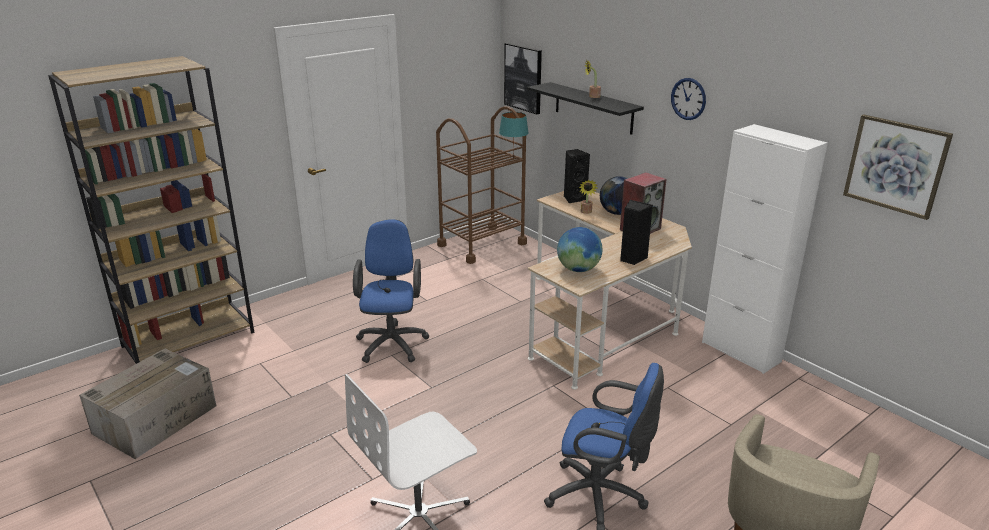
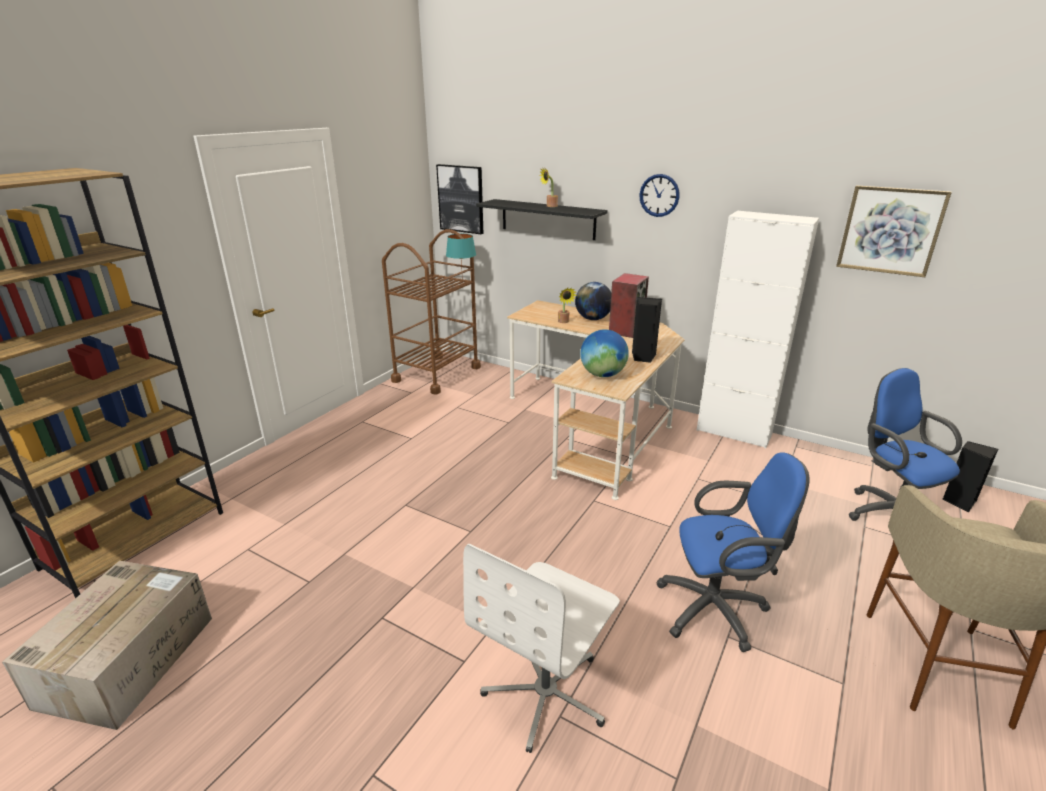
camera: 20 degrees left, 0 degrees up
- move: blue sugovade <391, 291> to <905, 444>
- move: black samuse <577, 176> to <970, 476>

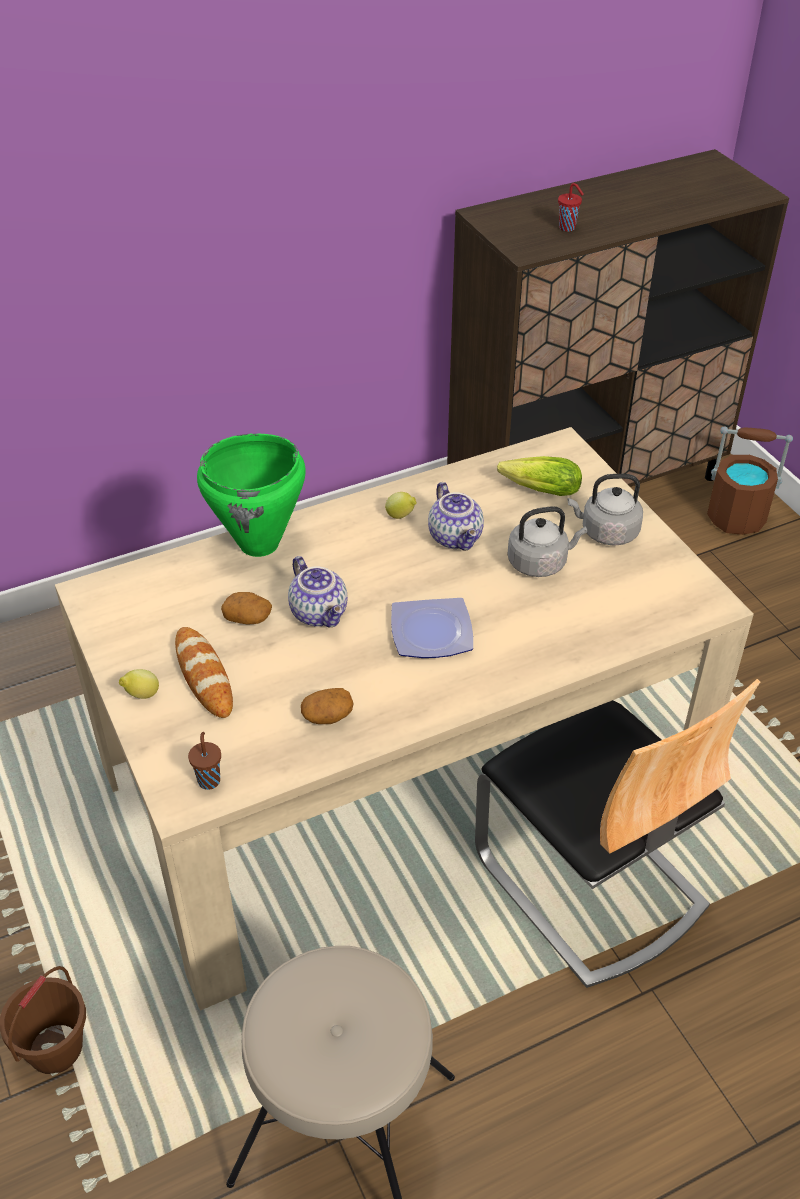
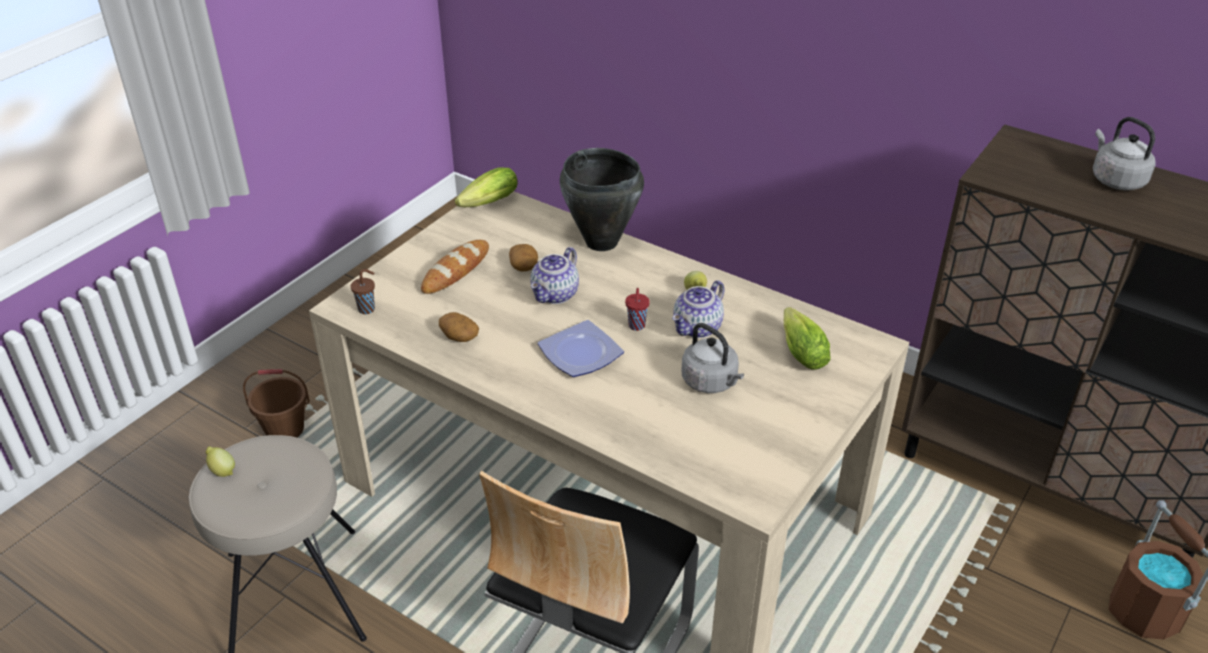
camera: 60 degrees right, 5 degrees down
- move: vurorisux <139, 684> to <220, 461>
- recolor: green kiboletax <251, 495> to black kiboletax <602, 199>
- move: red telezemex <571, 207> to <637, 309>
- move: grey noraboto <605, 510> to <1124, 153>
- insert: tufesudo <486, 187>

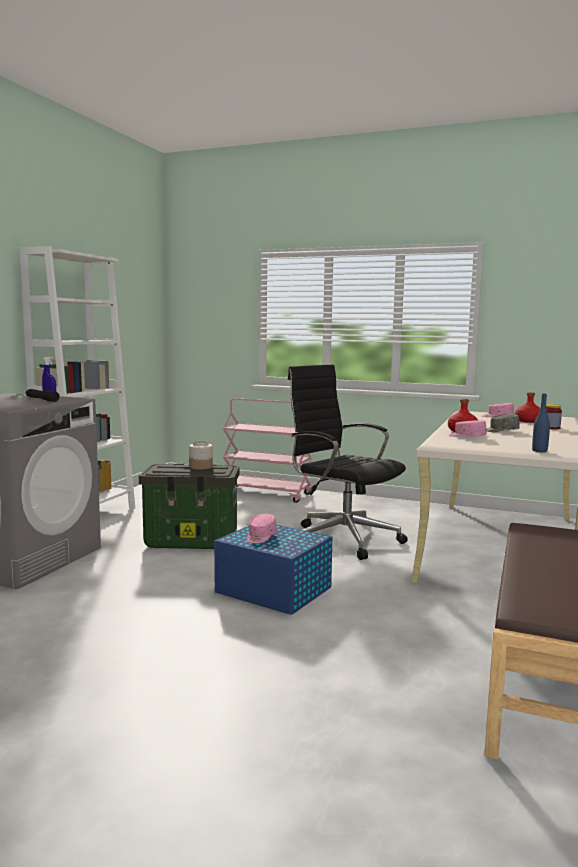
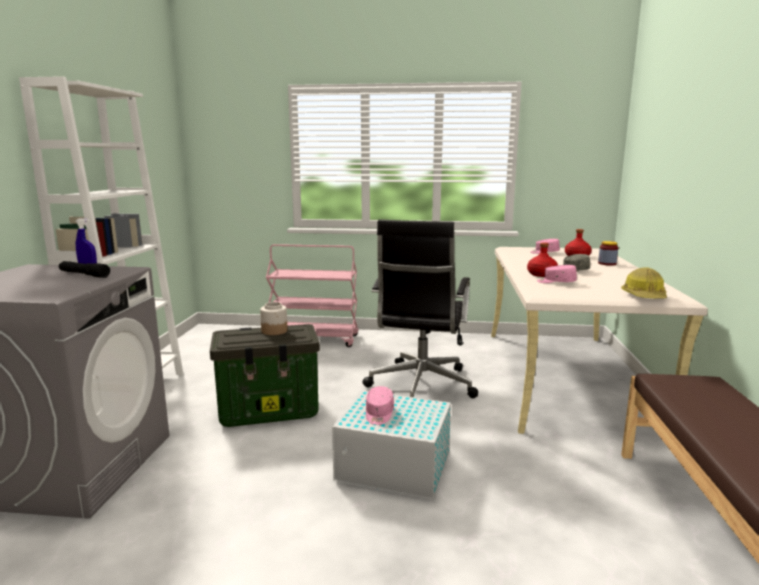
camera: 15 degrees left, 5 degrees up
- recolor: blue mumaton <273, 570> to white mumaton <391, 445>
- rotate: black sugovade <348, 462> = <420, 308> 105 degrees counterclockwise
- replace: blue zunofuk <541, 423> to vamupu <644, 282>

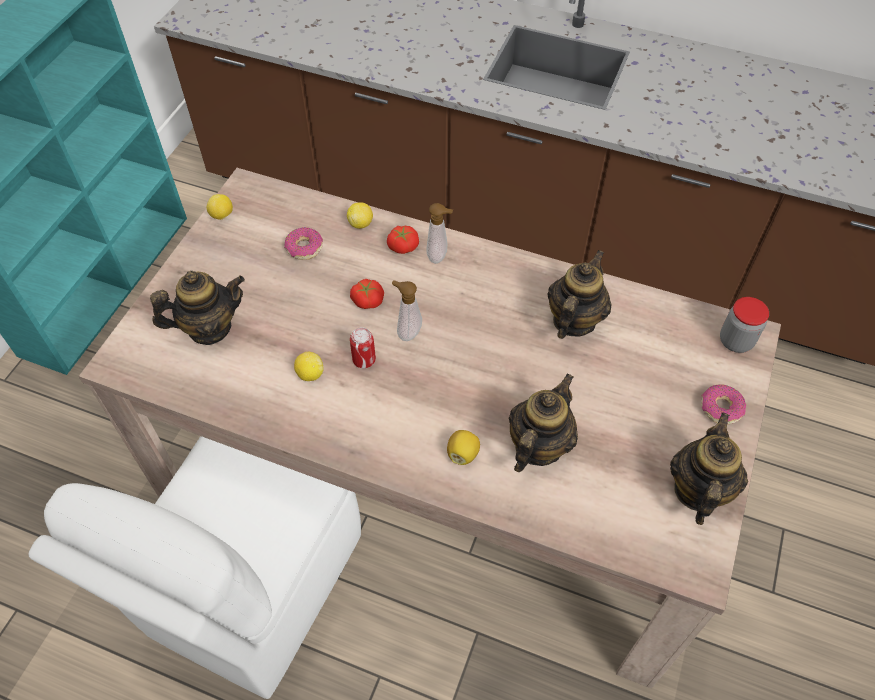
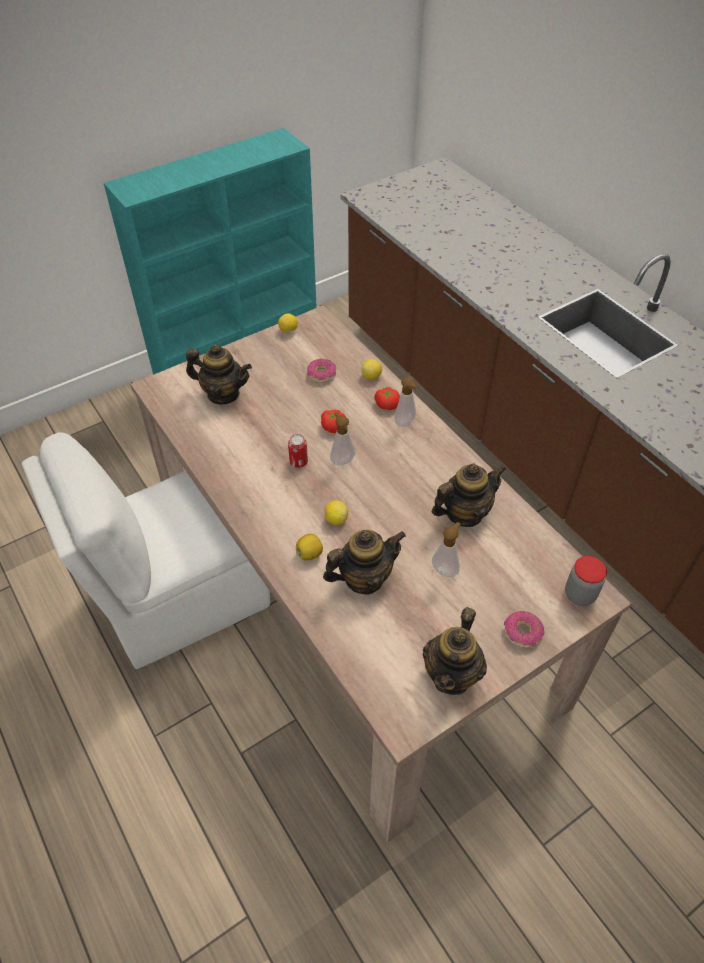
camera: 35 degrees right, 5 degrees down
- move: vurorisux <309, 366> to <336, 512>
- rotate: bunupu <709, 468> = <455, 651> 150 degrees clockwise
- insert: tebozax <446, 549>

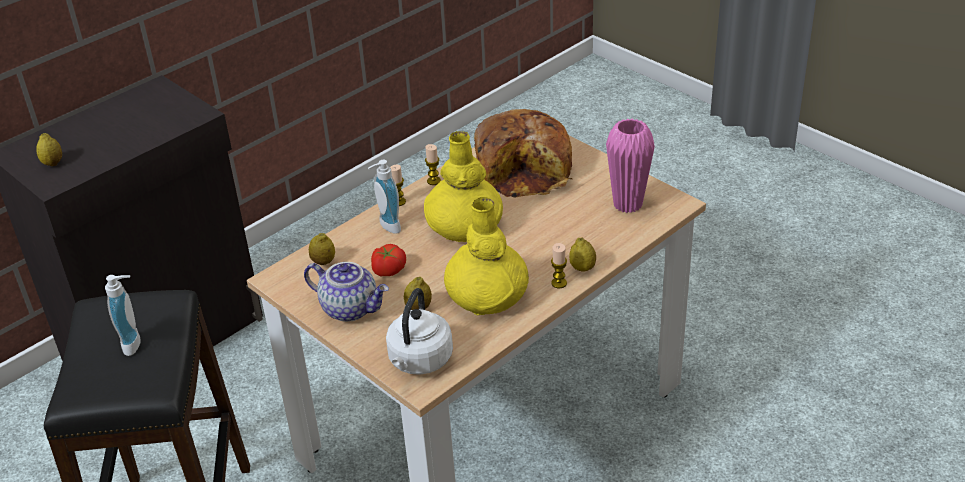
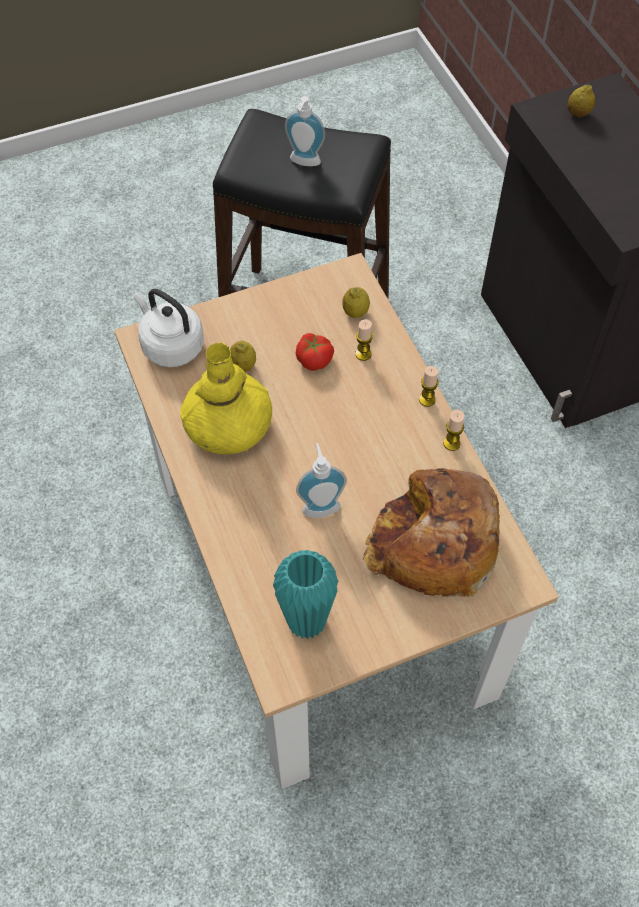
camera: 110 degrees right, 20 degrees up
- delete: bunupu <346, 292>
- move: tebozax <384, 197> to <321, 480>
- delete: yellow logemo <463, 186>
- move: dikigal <559, 265> to <364, 340>
- delete: vurorisux <582, 255>
- recolor: pink logemo <630, 165> to turquoise logemo <305, 594>

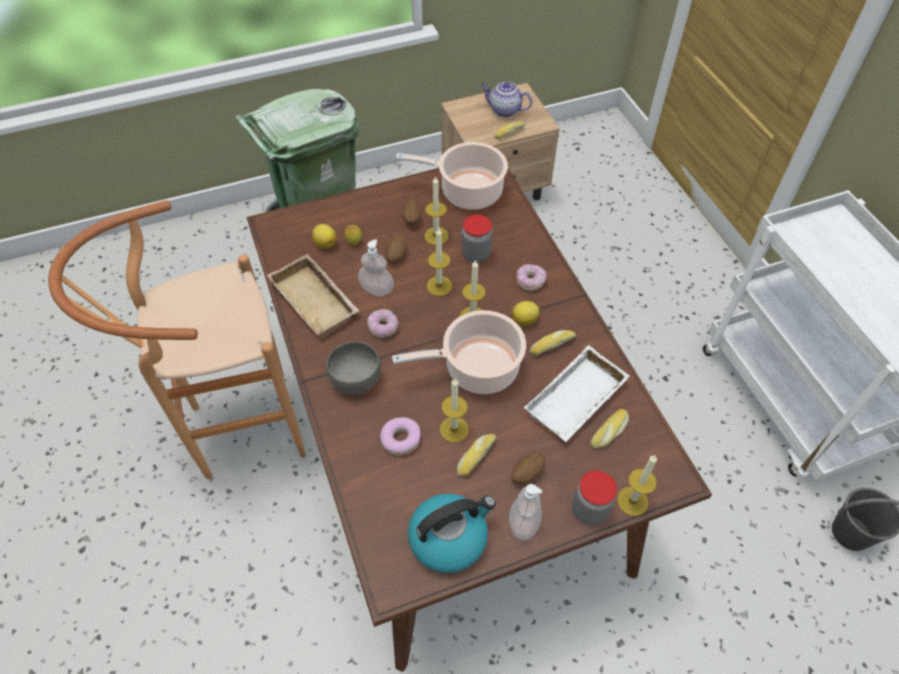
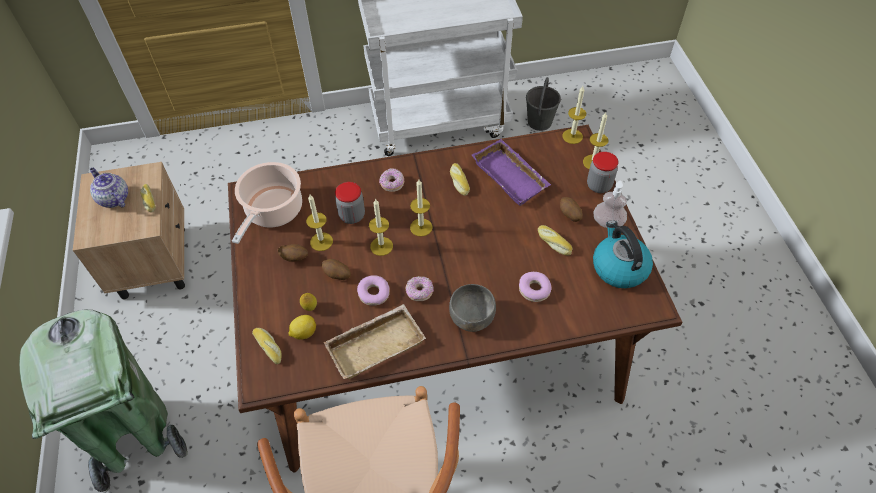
camera: 80 degrees left, 0 degrees up
- replace: tebozax <376, 267> to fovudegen <373, 290>
- delete: kiboletax <459, 352>
- move: dikigal <454, 410> to <574, 115>
- rotate: bunupu <506, 99> = <109, 188> 105 degrees clockwise
- delete: vurorisux <526, 313>
- recolor: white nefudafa <577, 393> to purple nefudafa <511, 172>
- move: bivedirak <609, 429> to <267, 346>

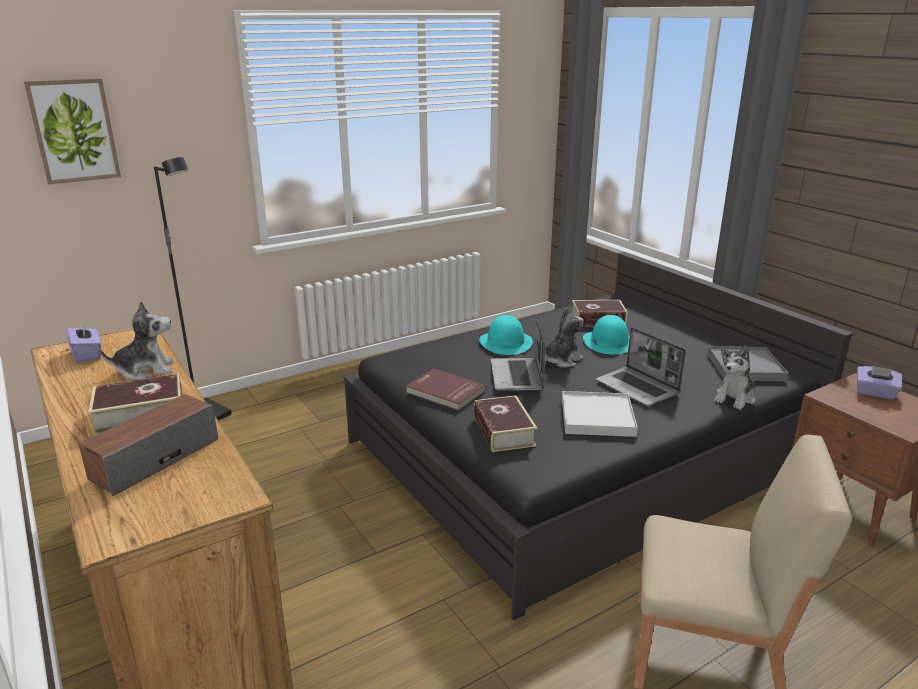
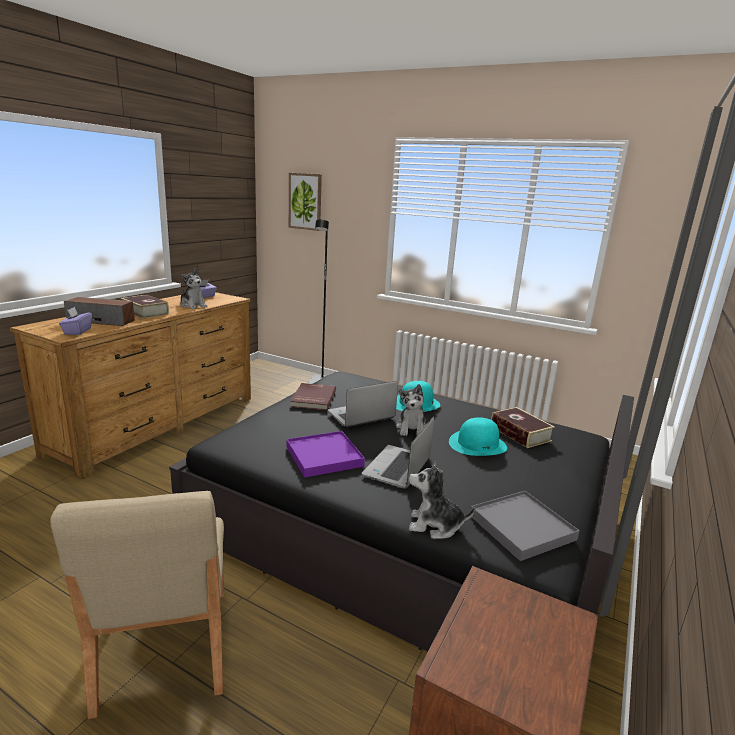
camera: 60 degrees right, 5 degrees down
- delete: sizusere <505, 423>
- rotate: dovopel <564, 337> = <411, 410> 75 degrees clockwise
- recolor: white nefudafa <600, 414> to purple nefudafa <325, 454>
- move: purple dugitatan <879, 383> to <75, 321>

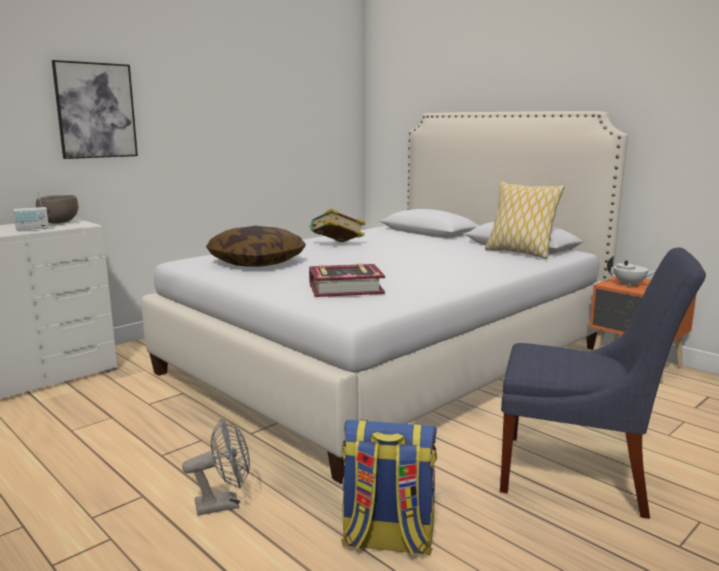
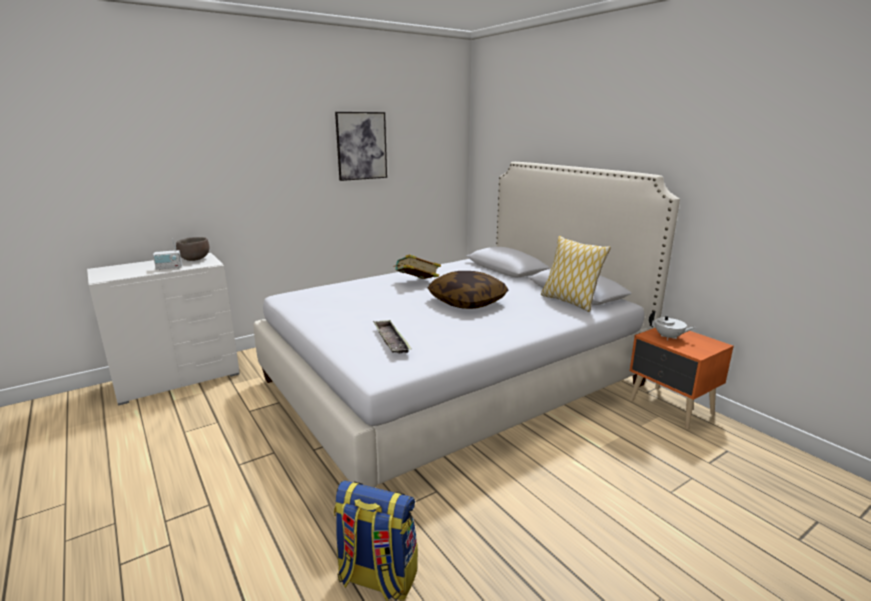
camera: 10 degrees right, 5 degrees up
- move: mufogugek <95, 109> to <361, 146>
- delete: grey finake <216, 467>
- move: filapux <256, 246> to <468, 290>
- replace: sizusere <347, 280> to nefudafa <392, 336>
- delete: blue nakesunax <603, 383>

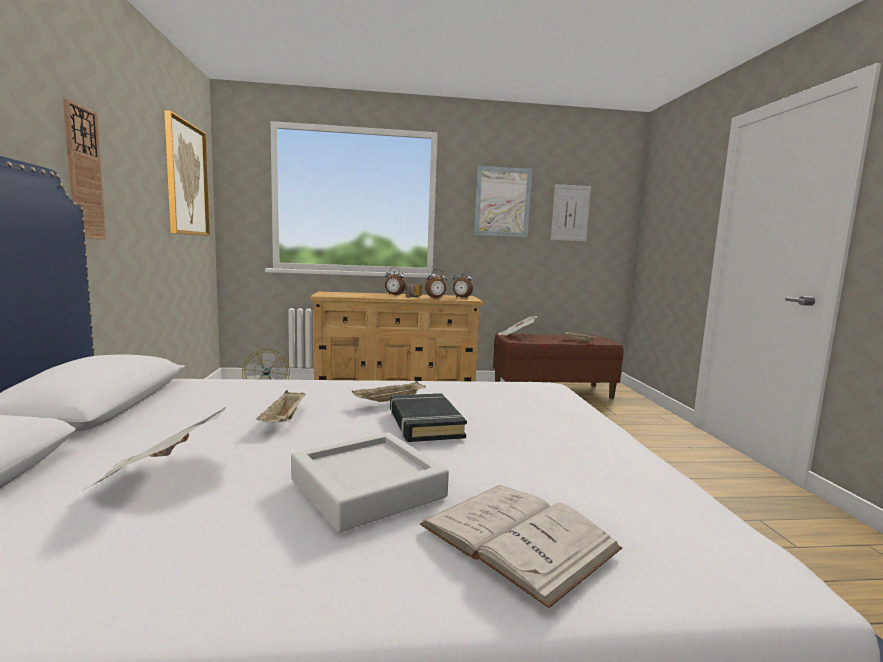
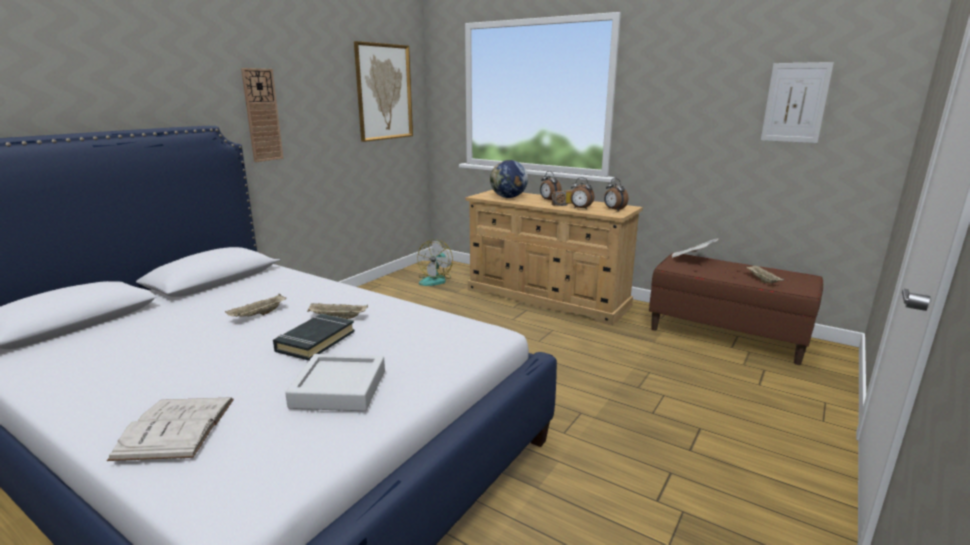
camera: 40 degrees right, 10 degrees up
- delete: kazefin <153, 449>
- move: grey nefudafa <370, 482> to <335, 382>
- delete: mufogugek <503, 201>
- insert: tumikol <509, 179>

